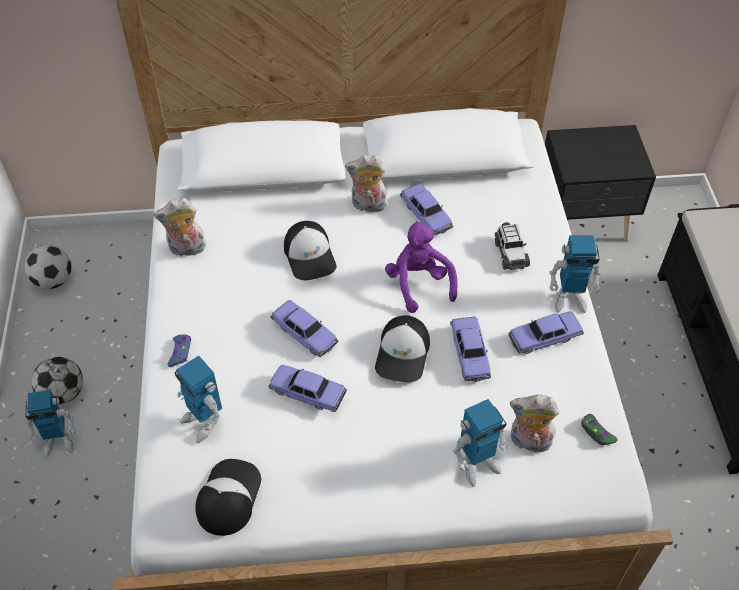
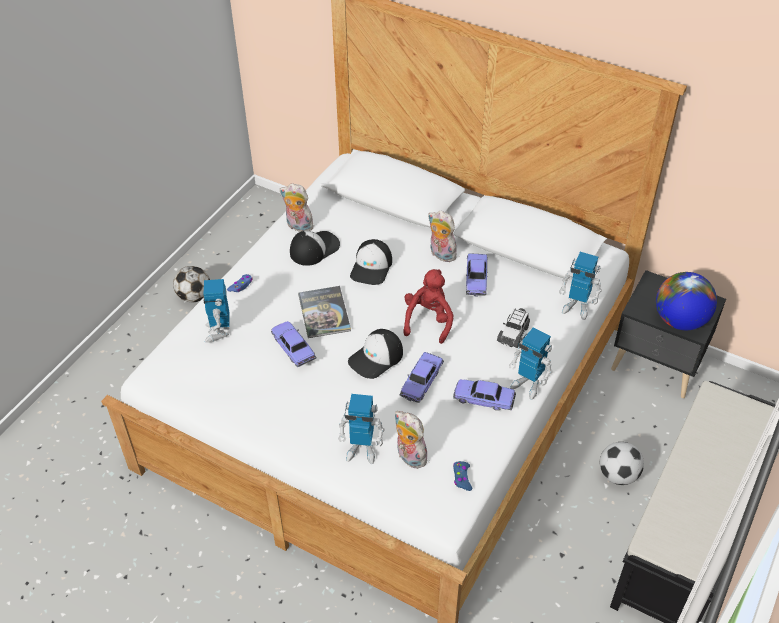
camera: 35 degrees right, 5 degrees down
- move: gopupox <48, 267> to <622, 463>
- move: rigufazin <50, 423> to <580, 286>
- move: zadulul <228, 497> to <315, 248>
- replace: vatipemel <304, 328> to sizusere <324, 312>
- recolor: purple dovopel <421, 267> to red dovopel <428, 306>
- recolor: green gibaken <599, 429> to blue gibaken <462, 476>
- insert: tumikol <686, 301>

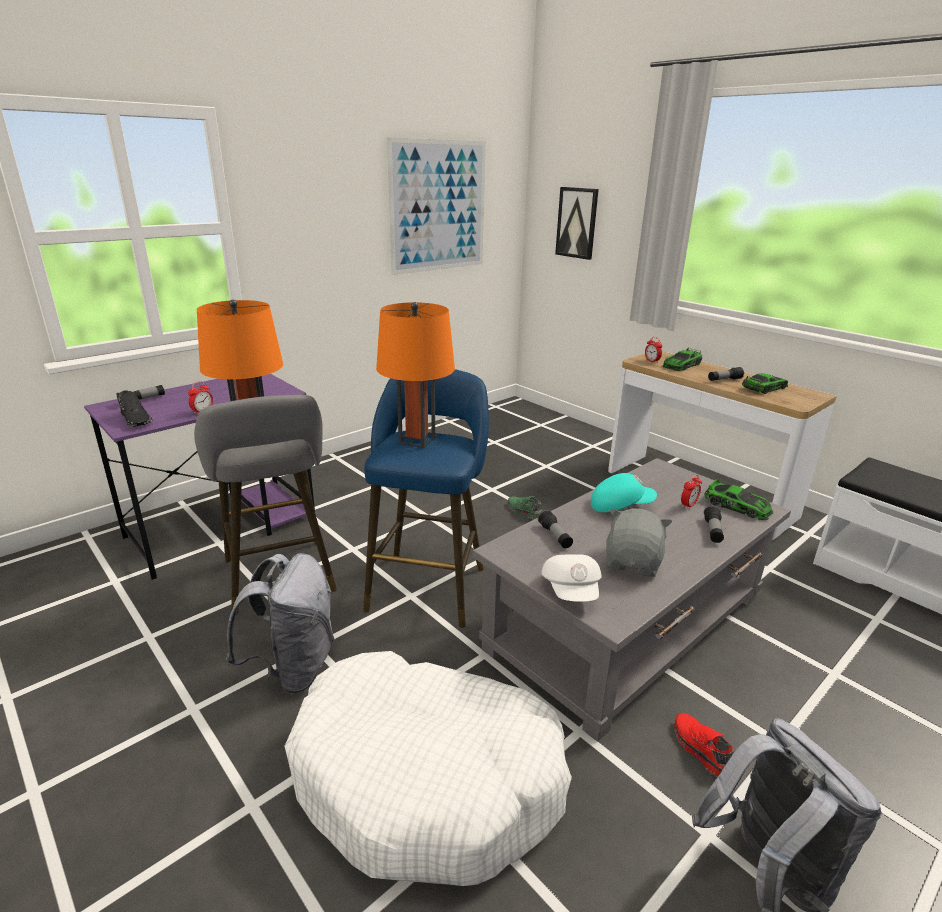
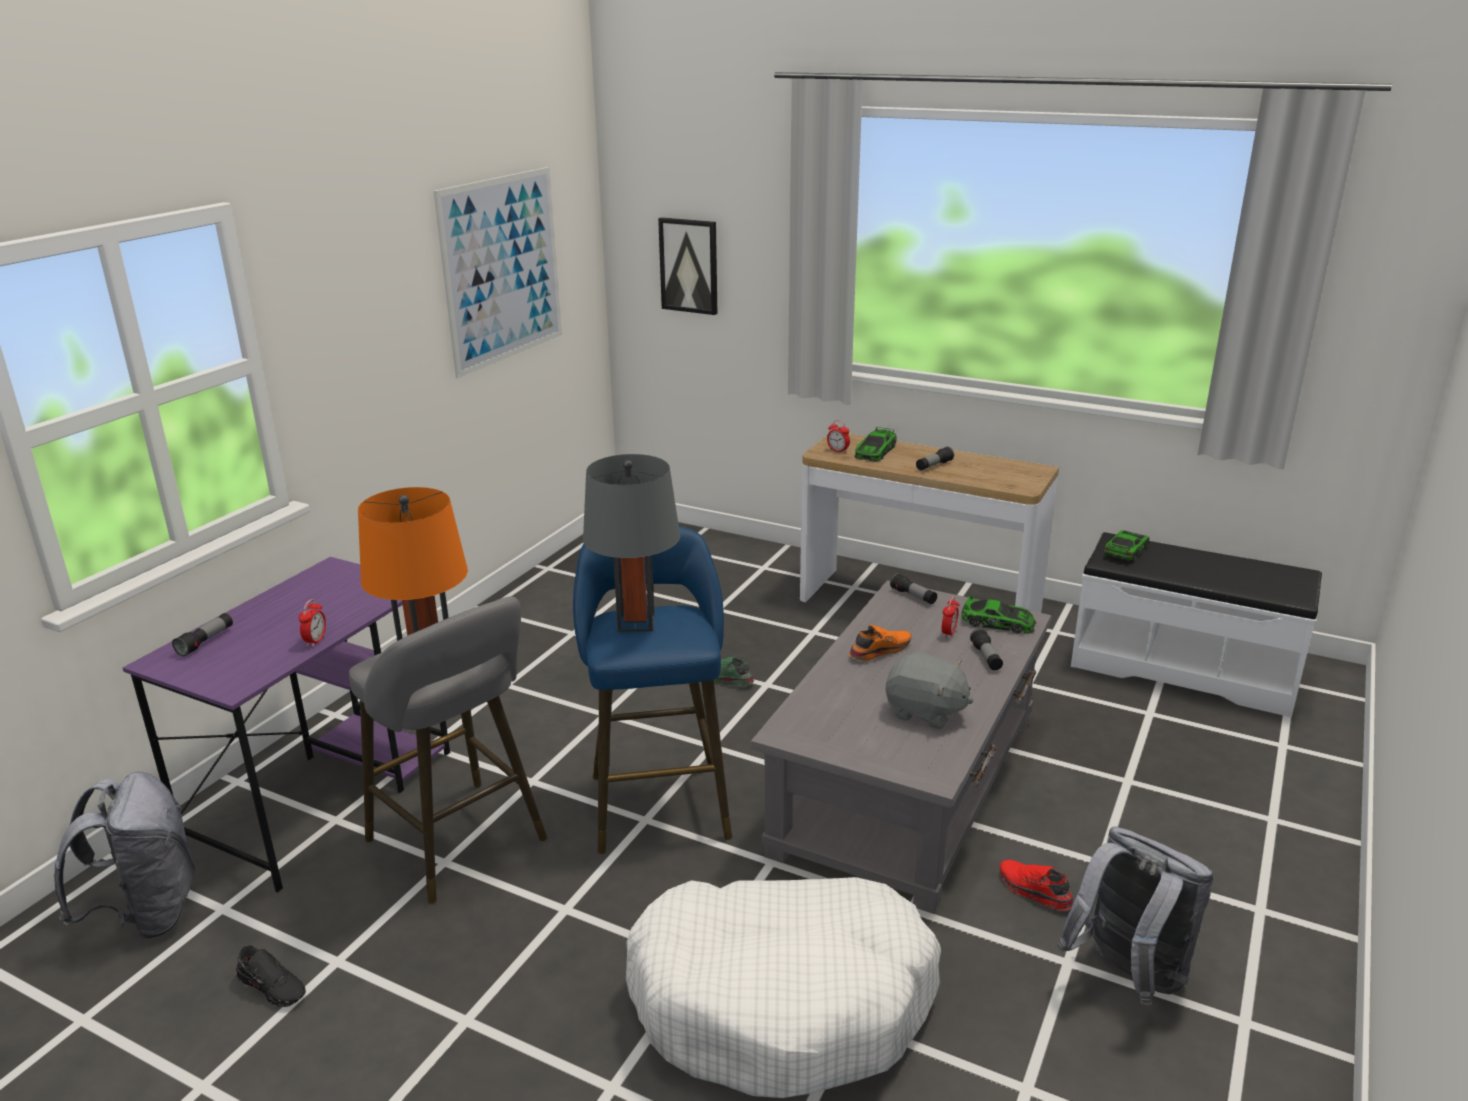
camera: 20 degrees left, 0 degrees up
- move: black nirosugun <135, 408> to <271, 976>
- move: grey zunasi <280, 623> to <124, 855>
- recolor: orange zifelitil <415, 375> to grey zifelitil <631, 543>
- move: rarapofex <555, 529> to <913, 588>
- delete: white zadulul <571, 578>
- replace: turquoise zadulul <624, 492> to orange nirosugun <880, 643>
- rotate: grey dovopel <639, 542> = <929, 690> 120 degrees clockwise
- move: vatipemel <765, 383> to <1127, 545>

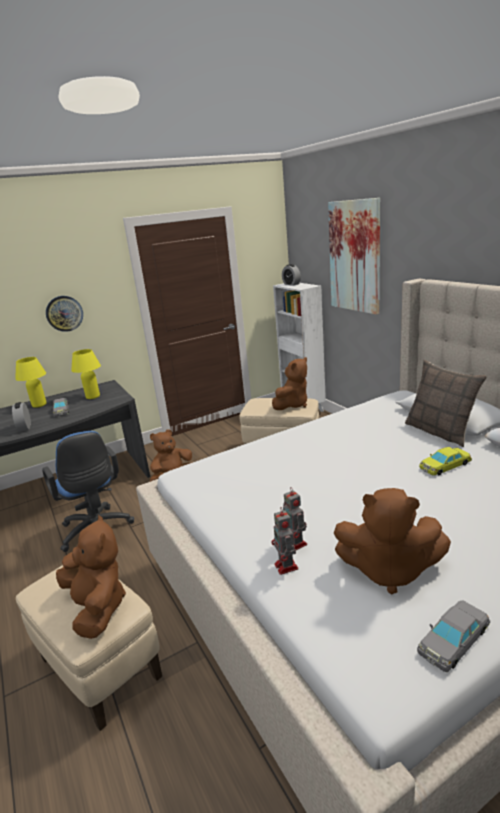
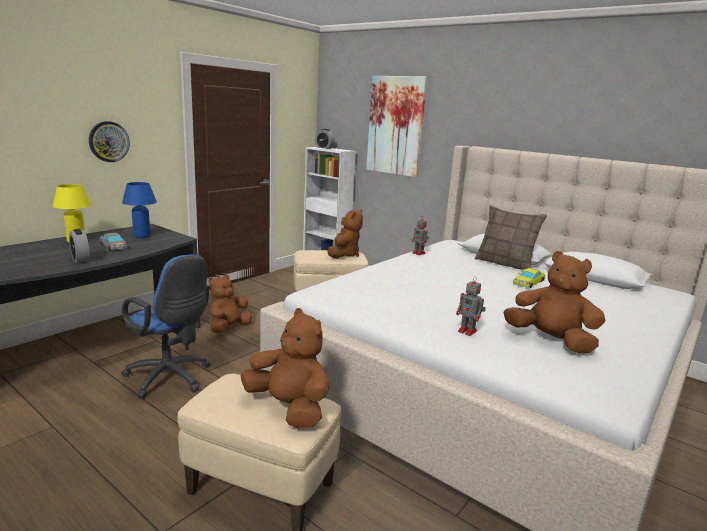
camera: 25 degrees left, 5 degrees down
- recolor: yellow zifelitil <86, 374> to blue zifelitil <139, 210>
- move: rigufazin <284, 541> to <420, 237>
- rotate: brown dovopel <392, 541> = <554, 302> 135 degrees counterclockwise
- delete: grey vatipemel <453, 636>

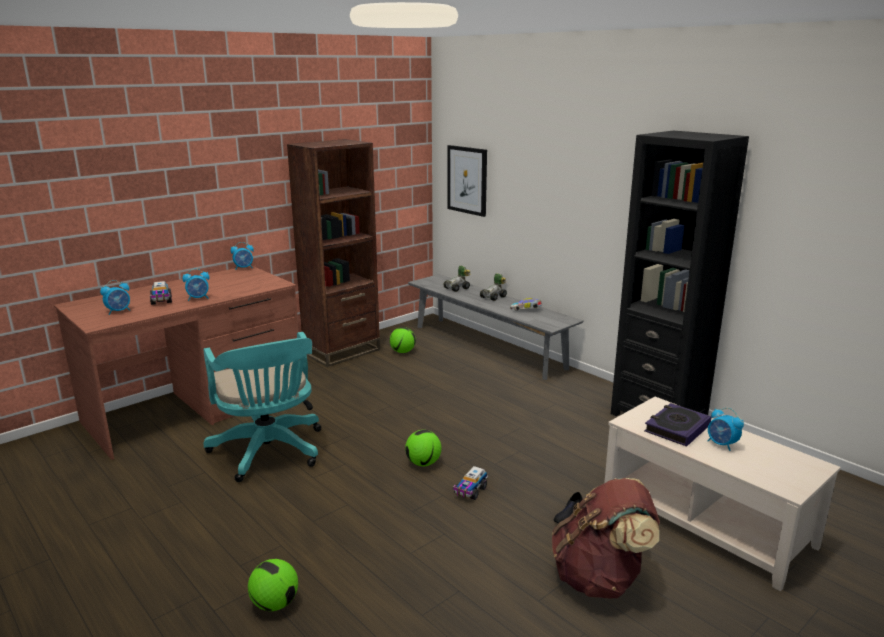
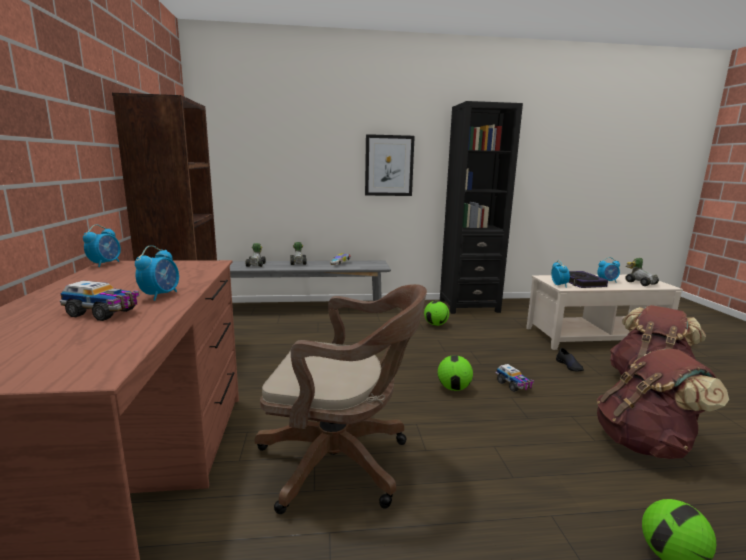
camera: 55 degrees left, 5 degrees down
- move: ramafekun <115, 297> to <560, 274>
- recolor: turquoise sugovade <262, 407> to brown sugovade <341, 399>
- move: gopupox <403, 340> to <436, 313>
- move: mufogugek <467, 181> to <390, 165>
- insert: brown zunasi <663, 403>
- insert: vatipemel <642, 272>

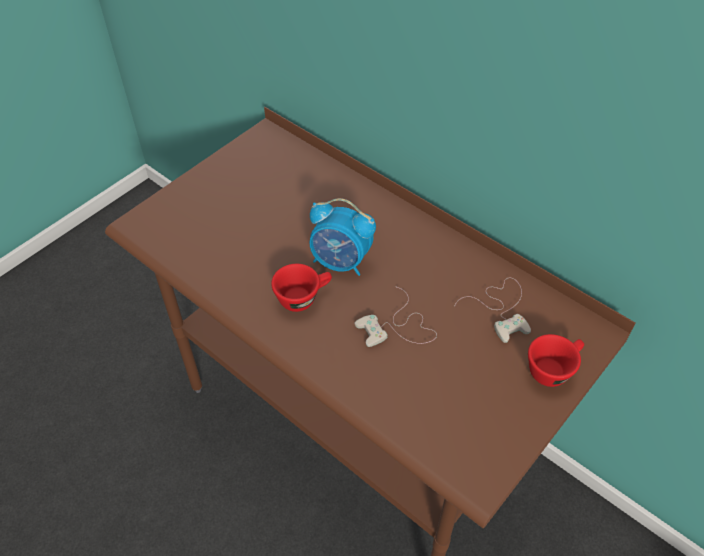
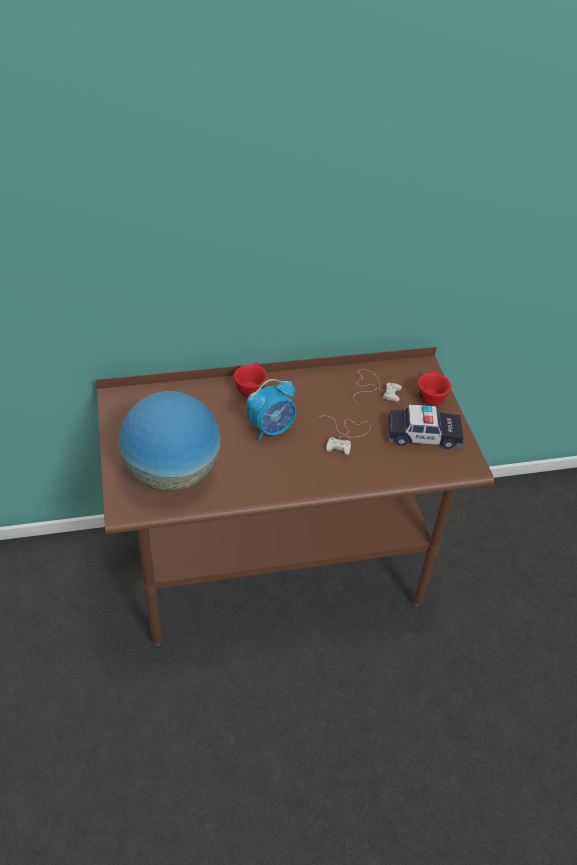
camera: 55 degrees left, 5 degrees down
- move: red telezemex <301, 288> to <251, 379>
- insert: tumikol <170, 441>
- insert: vatipemel <425, 427>

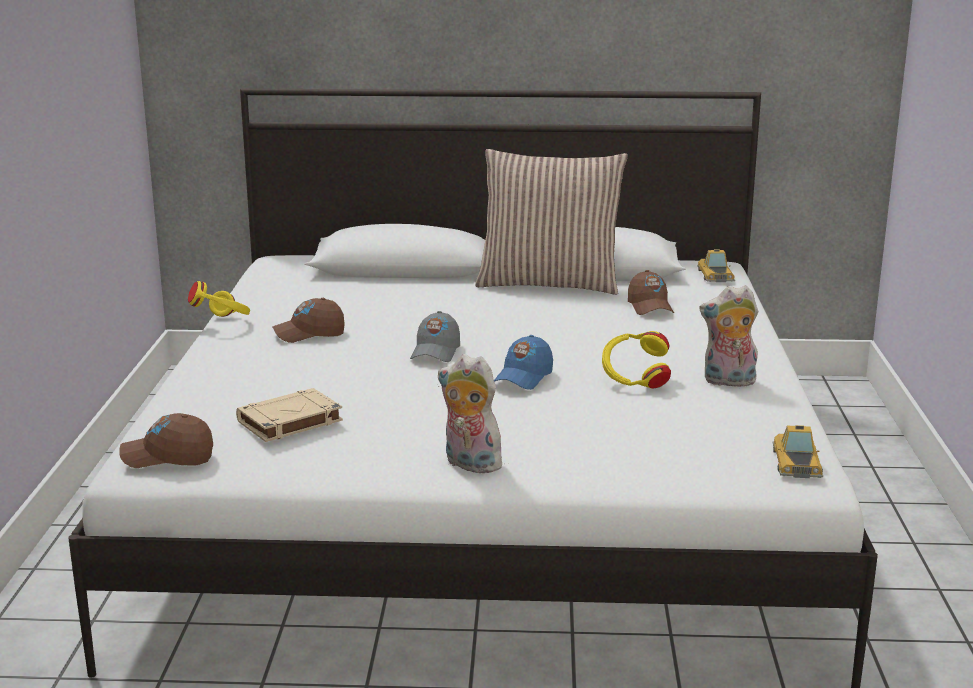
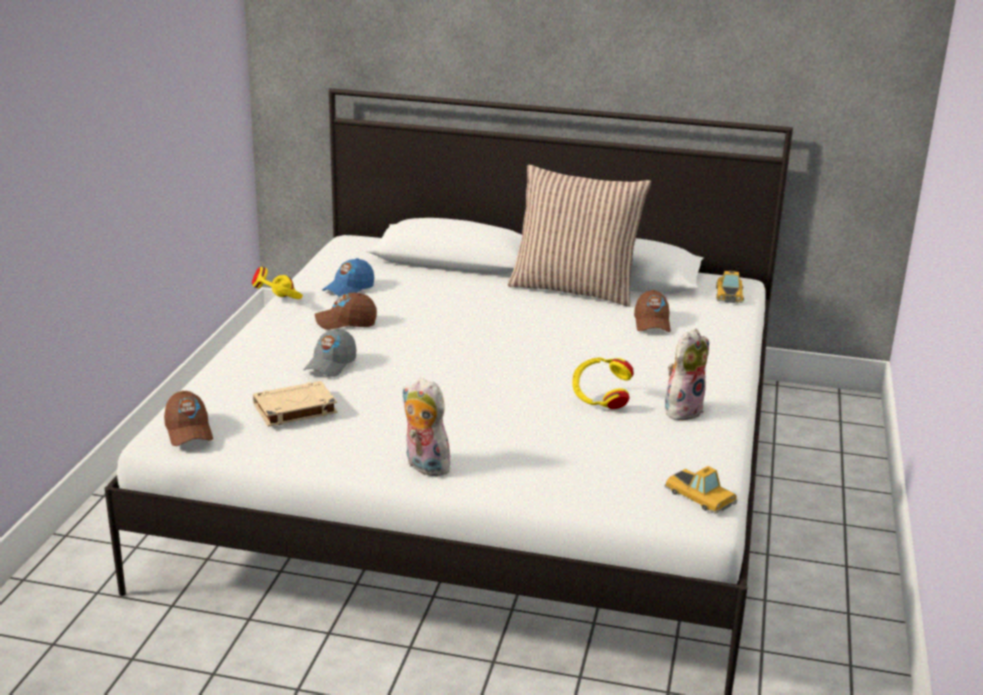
camera: 10 degrees right, 5 degrees up
- rotate: brown zadulul <166, 440> = <188, 418> 120 degrees counterclockwise
- move: grey zadulul <435, 336> to <329, 352>
- move: blue zadulul <523, 362> to <348, 277>
- rotate: dovopel <728, 335> = <687, 374> 120 degrees clockwise
- rotate: vatipemel <798, 451> = <700, 490> 120 degrees clockwise

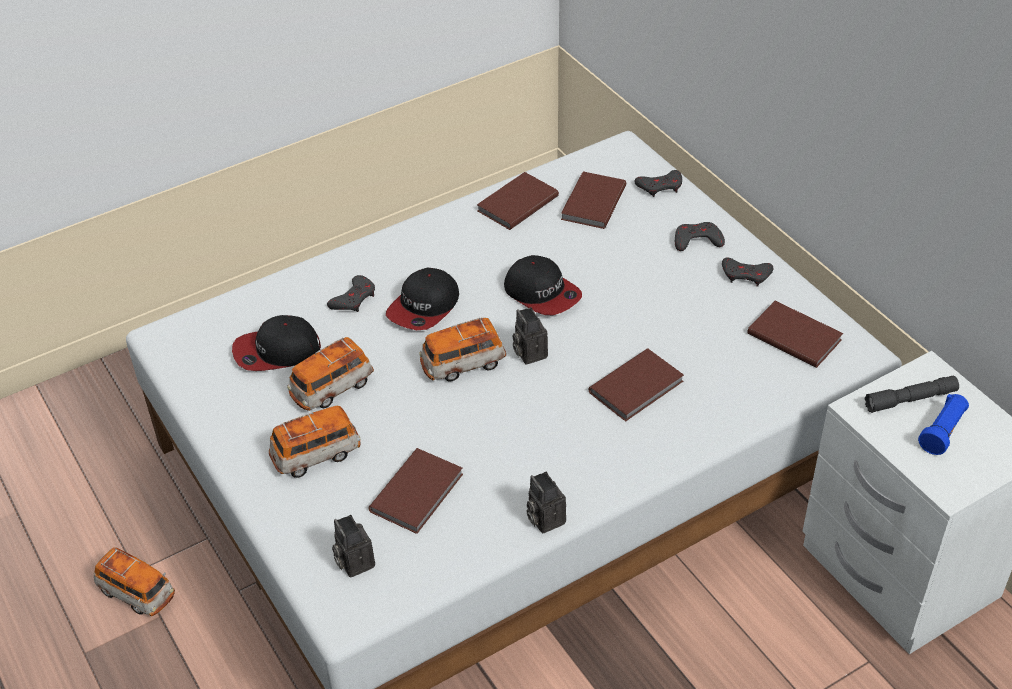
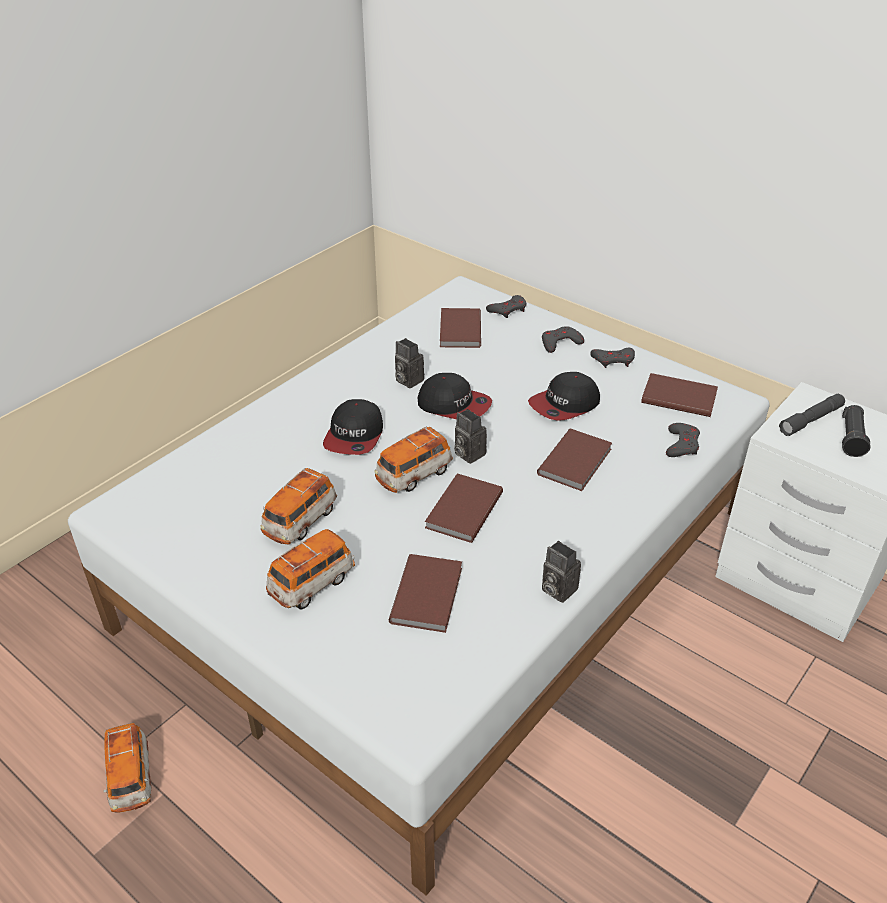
camera: 20 degrees left, 5 degrees down
- rotate: vatipemel <134, 582> = <127, 768> 60 degrees clockwise
- move: zadulul <276, 343> to <564, 396>
- move: grey gibaken <351, 293> to <683, 440>
- move: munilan <353, 546> to <409, 363>
- move: brown sizusere <518, 201> to <464, 508>
- recolor: blue rarapofex <943, 424> to black rarapofex <856, 431>

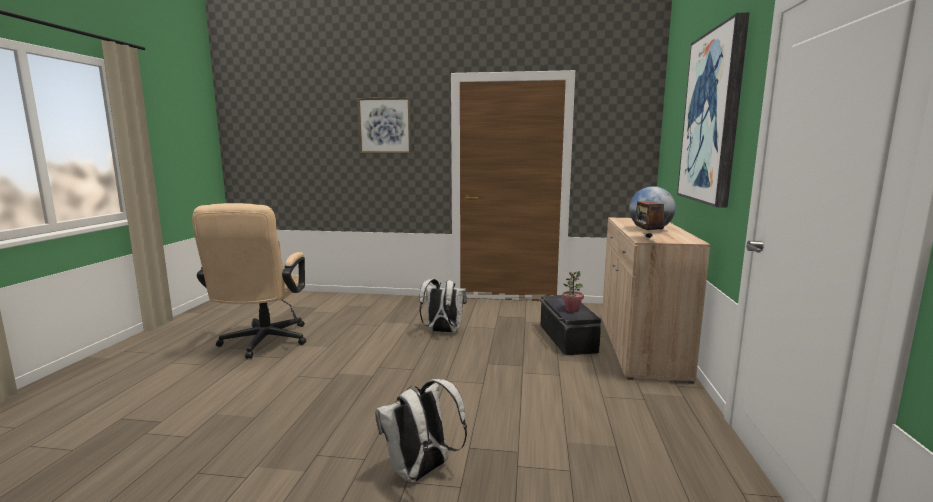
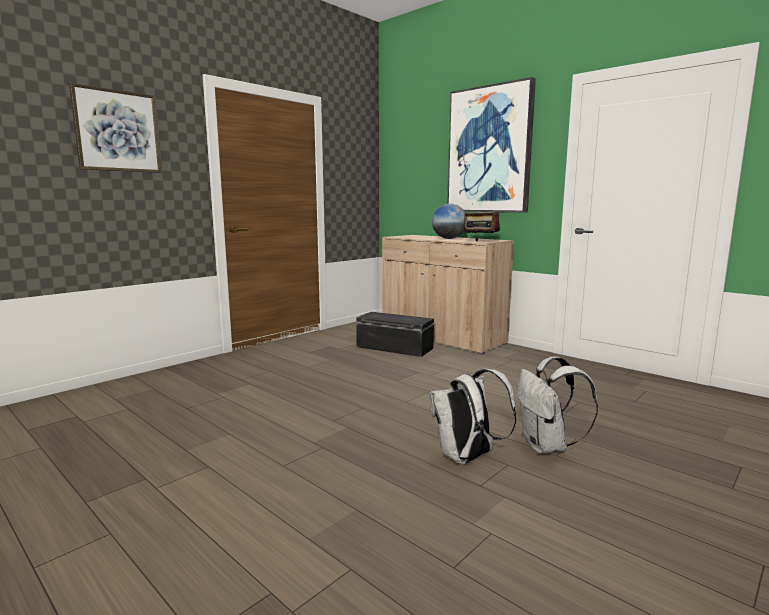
camera: 55 degrees left, 0 degrees up
- delete: beige sugovade <249, 281>
- move: white zunasi <443, 306> to <473, 416>
- delete: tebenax <573, 291>

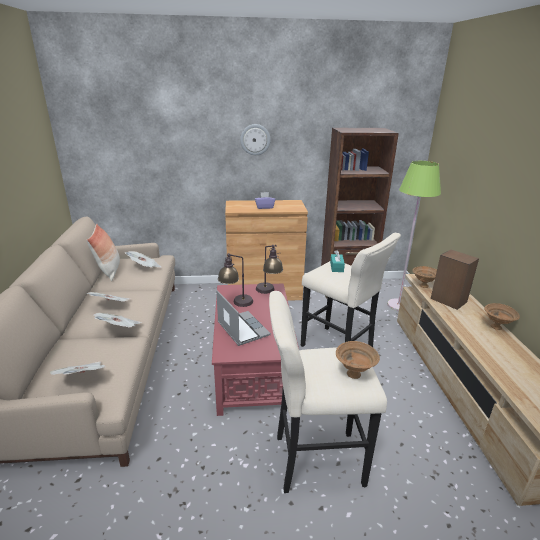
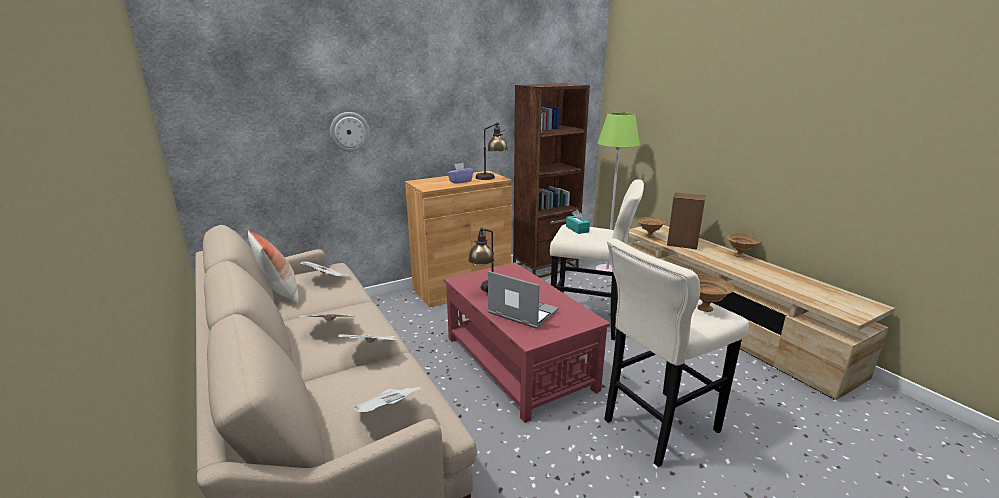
camera: 25 degrees left, 5 degrees down
- move: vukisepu <255, 139> to <350, 132>
- move: zifelitil <269, 269> to <491, 151>

